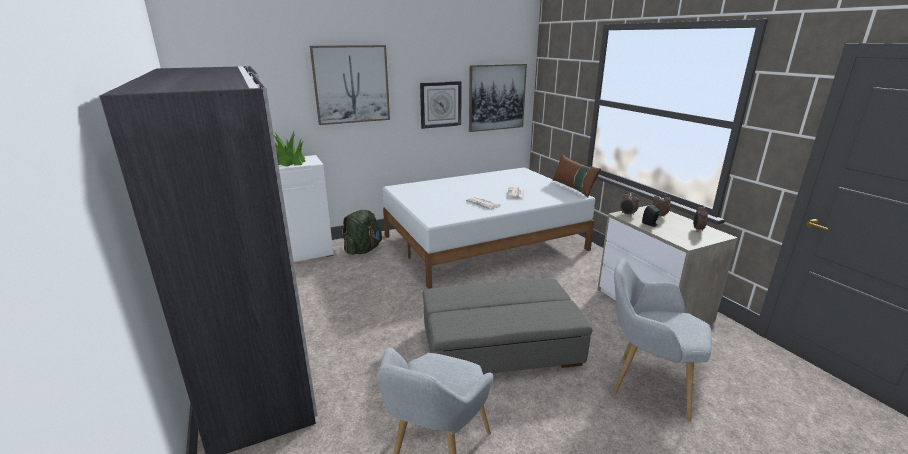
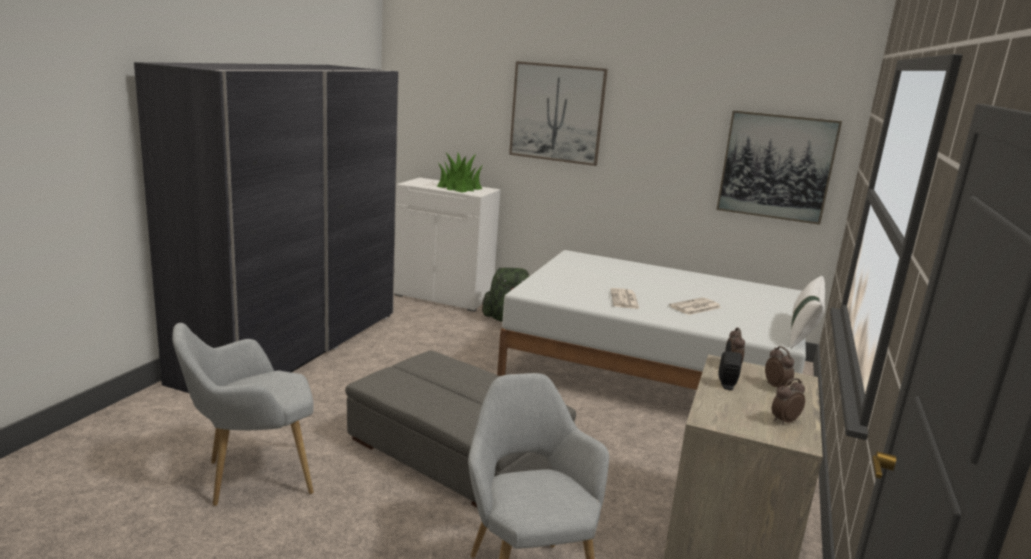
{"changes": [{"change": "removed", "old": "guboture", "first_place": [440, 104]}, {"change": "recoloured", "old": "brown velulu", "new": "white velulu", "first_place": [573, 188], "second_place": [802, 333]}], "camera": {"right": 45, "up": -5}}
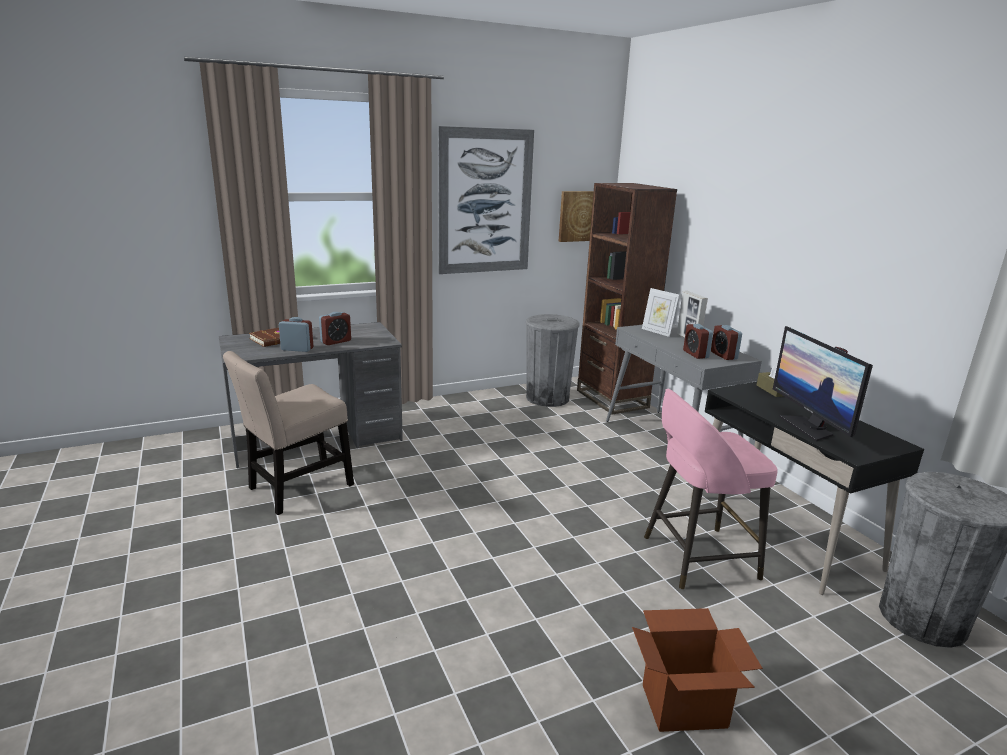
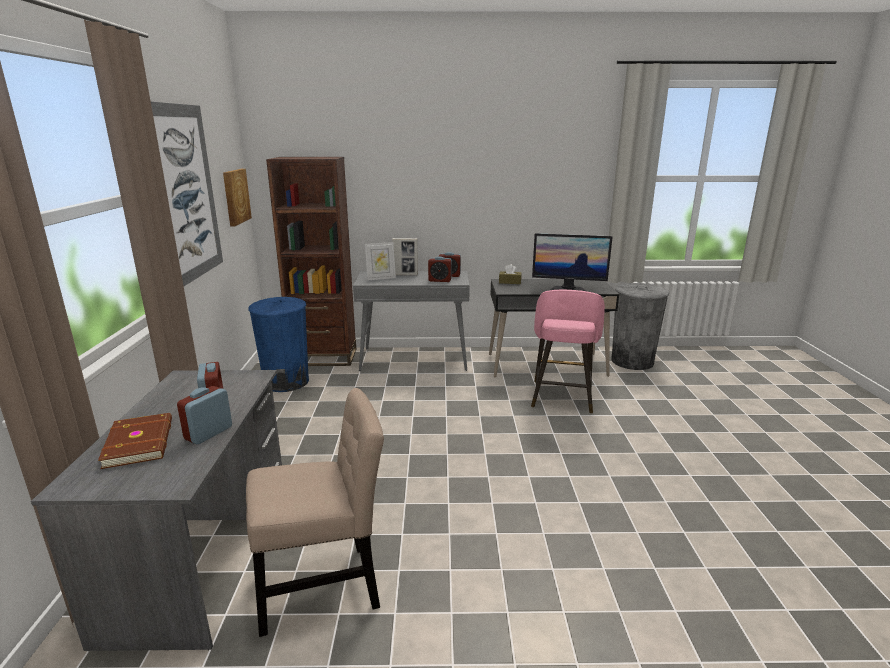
{"changes": [{"change": "recoloured", "old": "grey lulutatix", "new": "blue lulutatix", "first_place": [547, 398], "second_place": [286, 382]}, {"change": "turned", "old": "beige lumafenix", "first_place": [296, 489], "second_place": [324, 587], "degrees": -90}, {"change": "removed", "old": "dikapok", "first_place": [684, 706]}], "camera": {"right": -65, "up": 0}}
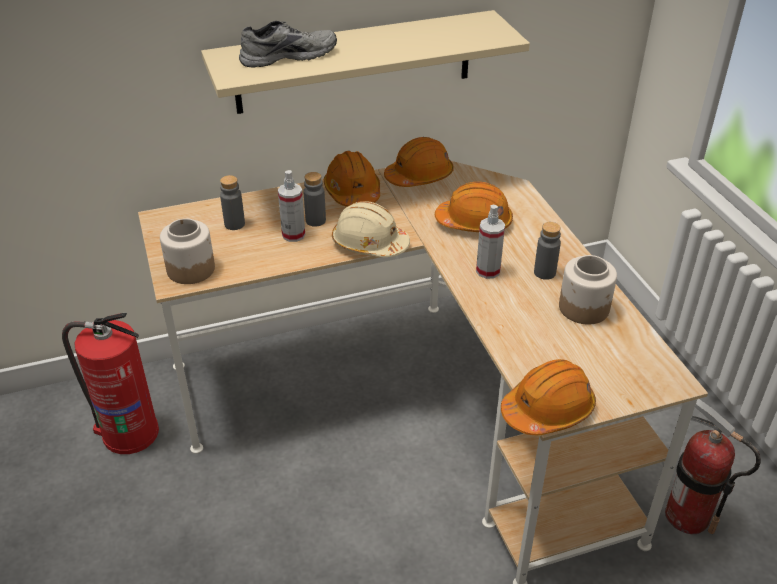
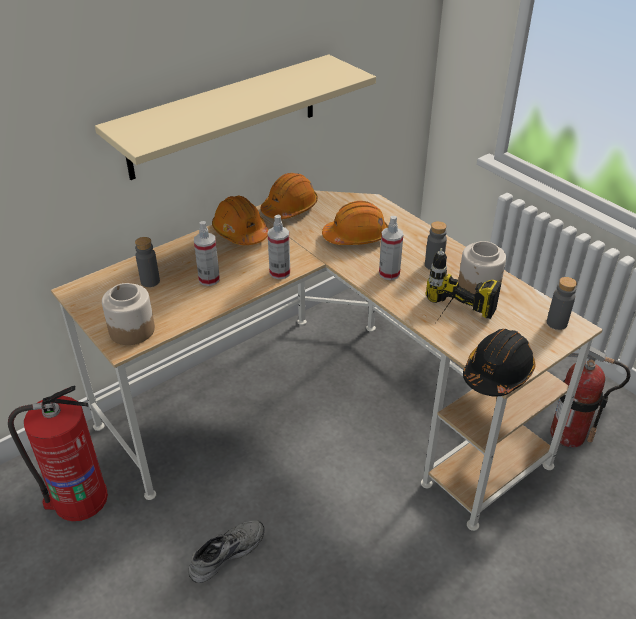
{"changes": [{"change": "moved", "old": "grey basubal", "first_place": [288, 55], "second_place": [226, 552]}, {"change": "moved", "old": "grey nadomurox", "first_place": [315, 220], "second_place": [556, 323]}, {"change": "replaced", "old": "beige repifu", "new": "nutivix", "first_place": [369, 244], "second_place": [280, 273]}, {"change": "recoloured", "old": "orange repifu", "new": "black repifu", "first_place": [548, 410], "second_place": [497, 373]}, {"change": "added", "new": "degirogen", "second_place": [449, 321]}], "camera": {"right": -20, "up": 0}}
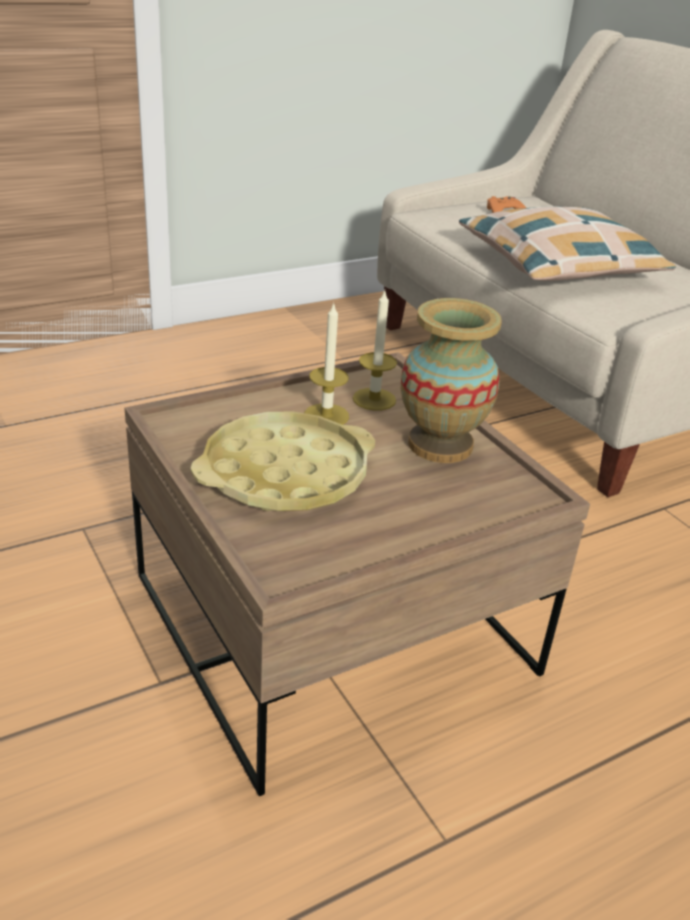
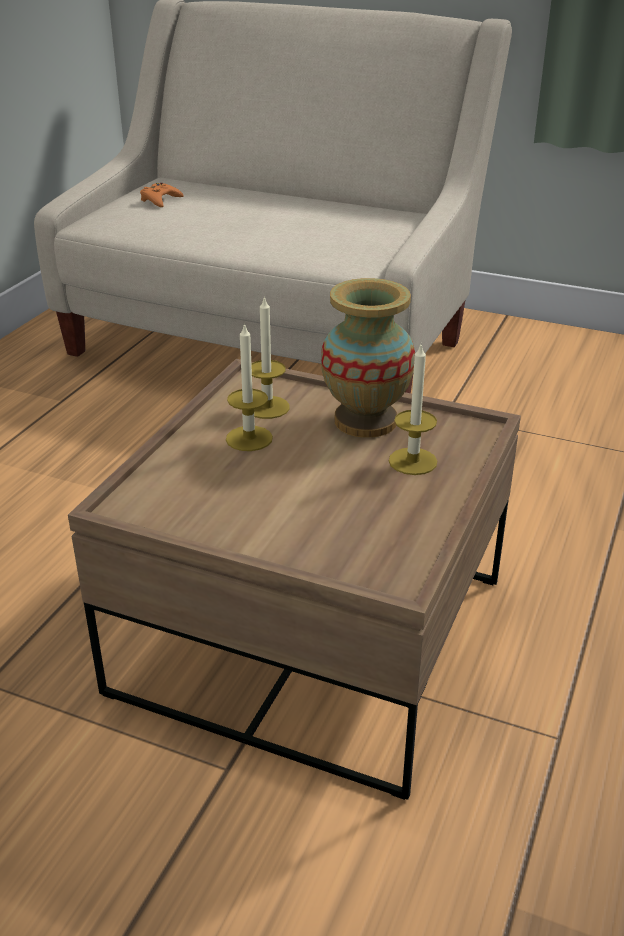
{"changes": [{"change": "removed", "old": "velulu", "first_place": [558, 265]}, {"change": "removed", "old": "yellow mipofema", "first_place": [285, 474]}, {"change": "added", "new": "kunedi", "second_place": [412, 461]}], "camera": {"right": -35, "up": 0}}
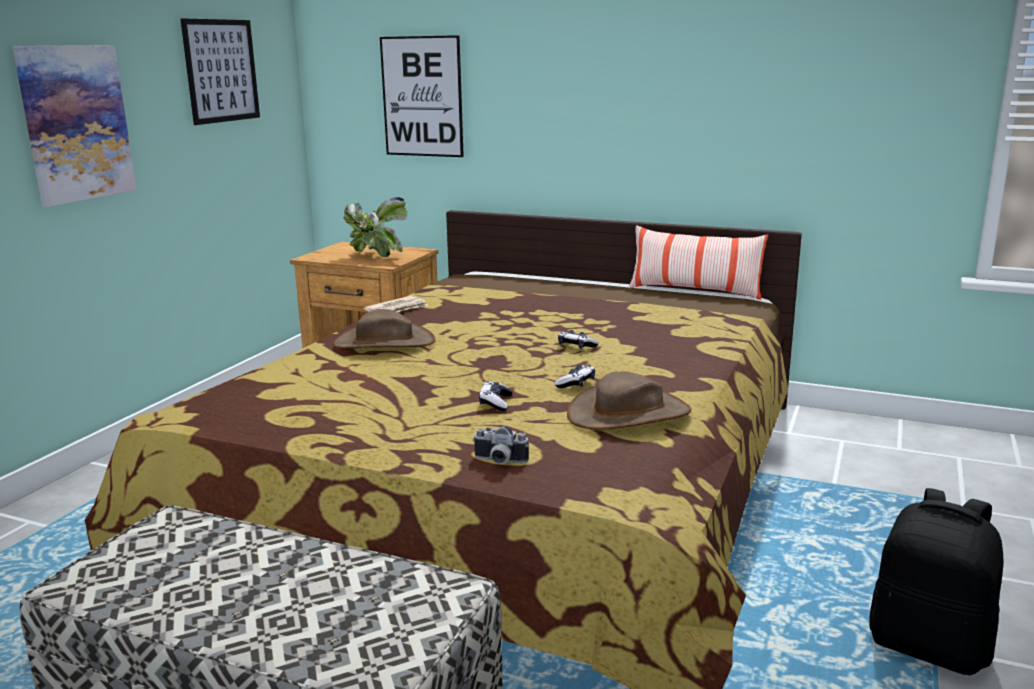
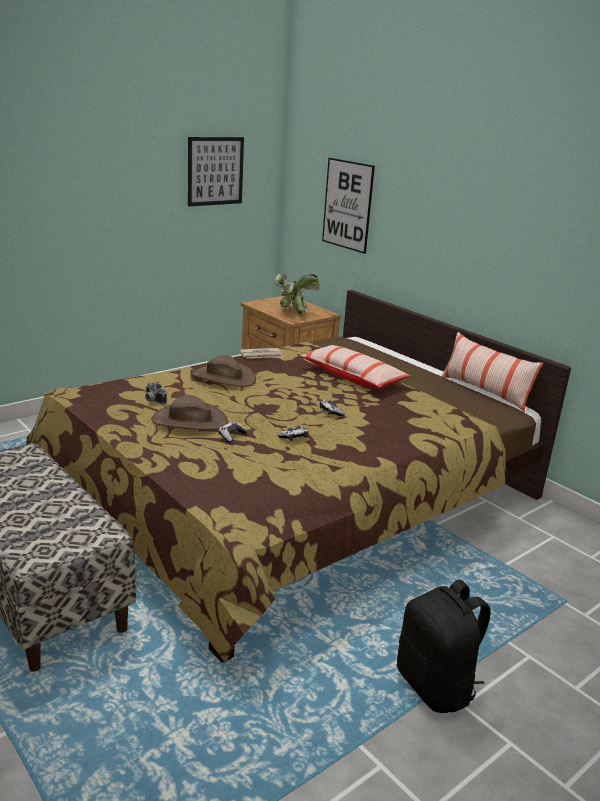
{"changes": [{"change": "removed", "old": "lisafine", "first_place": [75, 123]}, {"change": "moved", "old": "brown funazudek", "first_place": [629, 413], "second_place": [189, 421]}, {"change": "moved", "old": "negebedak", "first_place": [499, 461], "second_place": [152, 401]}, {"change": "added", "new": "velulu", "second_place": [353, 377]}], "camera": {"right": 25, "up": 5}}
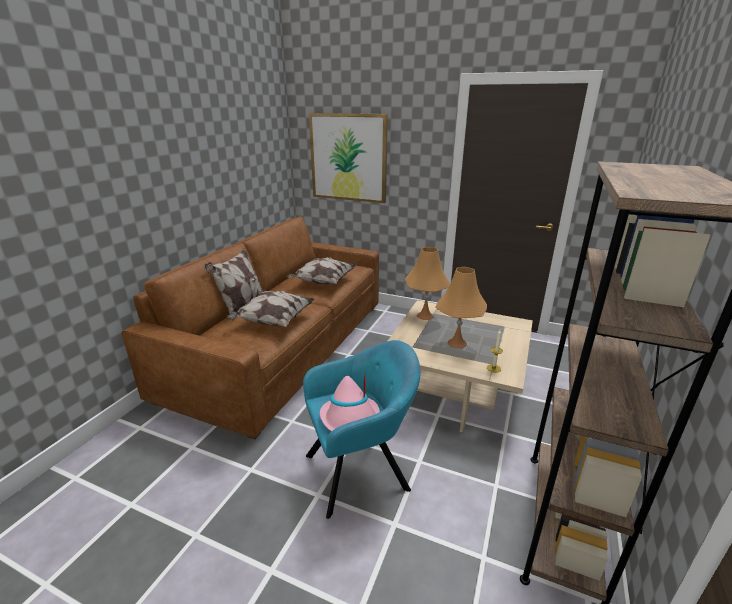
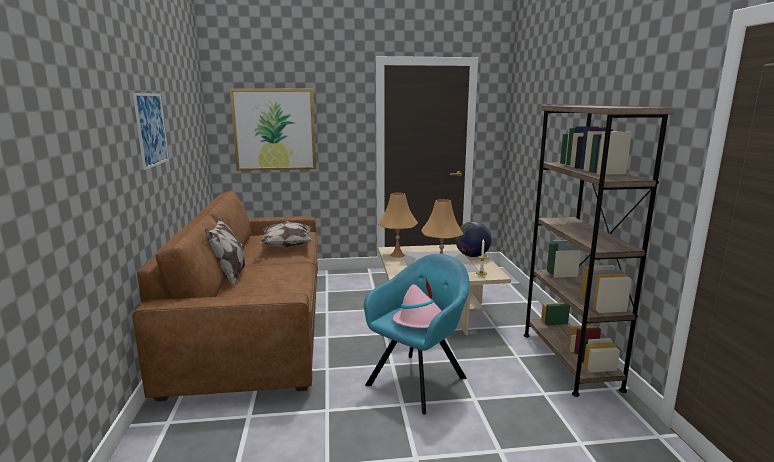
{"changes": [{"change": "removed", "old": "velulu", "first_place": [273, 321]}, {"change": "added", "new": "lisafine", "second_place": [151, 129]}, {"change": "added", "new": "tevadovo", "second_place": [472, 256]}], "camera": {"right": -30, "up": -10}}
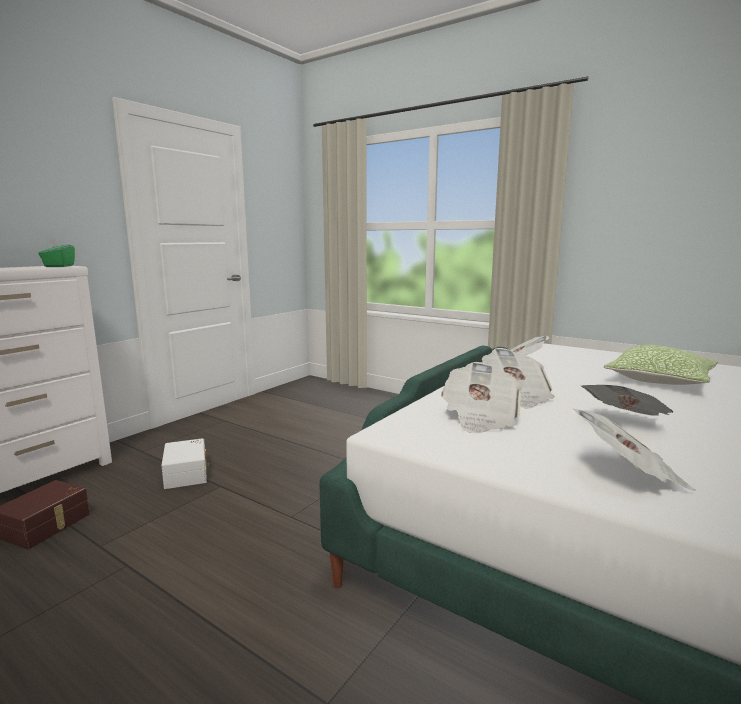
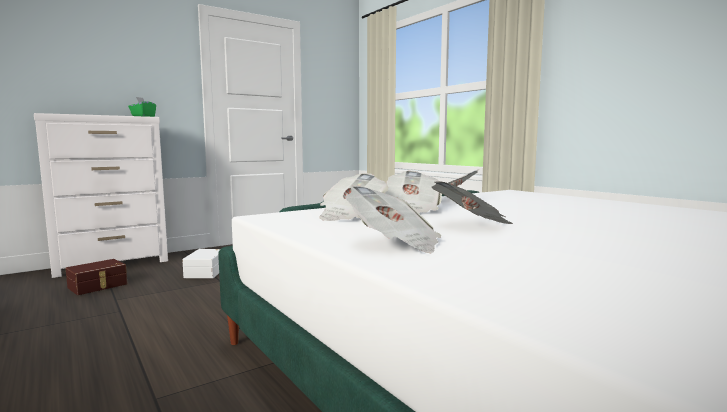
{"changes": [{"change": "removed", "old": "velulu", "first_place": [659, 380]}], "camera": {"right": 20, "up": -5}}
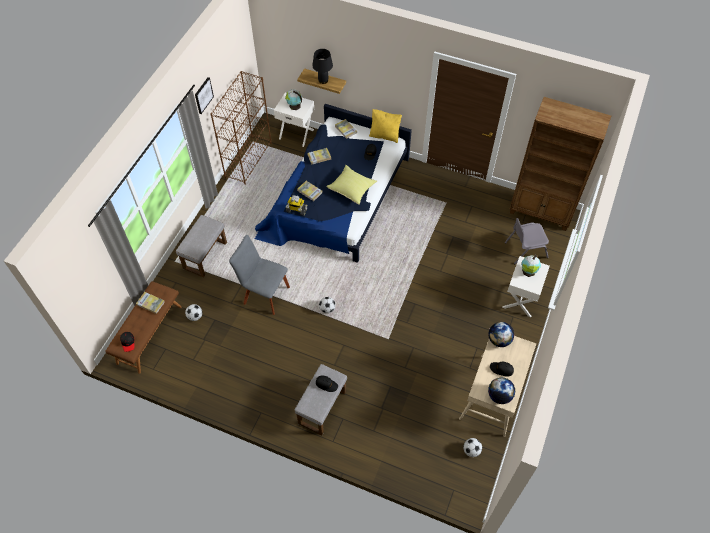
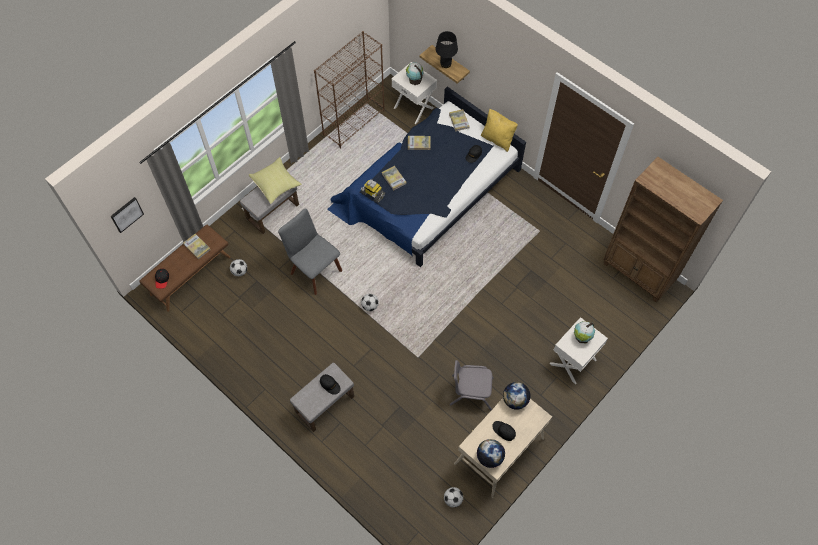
{"changes": [{"change": "moved", "old": "lisafine", "first_place": [203, 95], "second_place": [126, 214]}, {"change": "moved", "old": "yellow velulu", "first_place": [352, 189], "second_place": [276, 185]}, {"change": "moved", "old": "grey lumafenix", "first_place": [525, 249], "second_place": [471, 391]}], "camera": {"right": 20, "up": 5}}
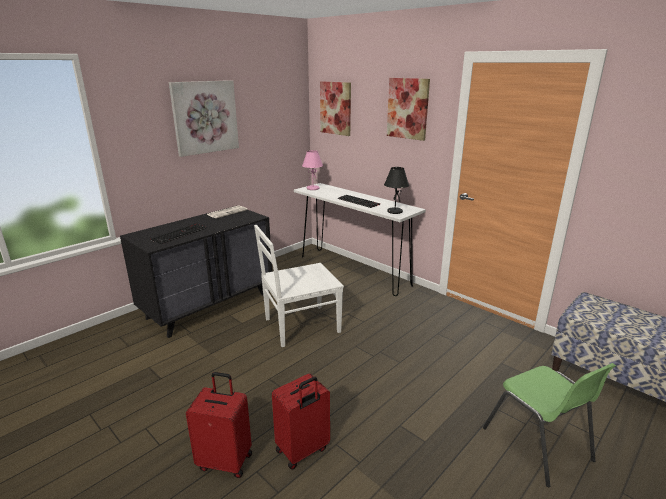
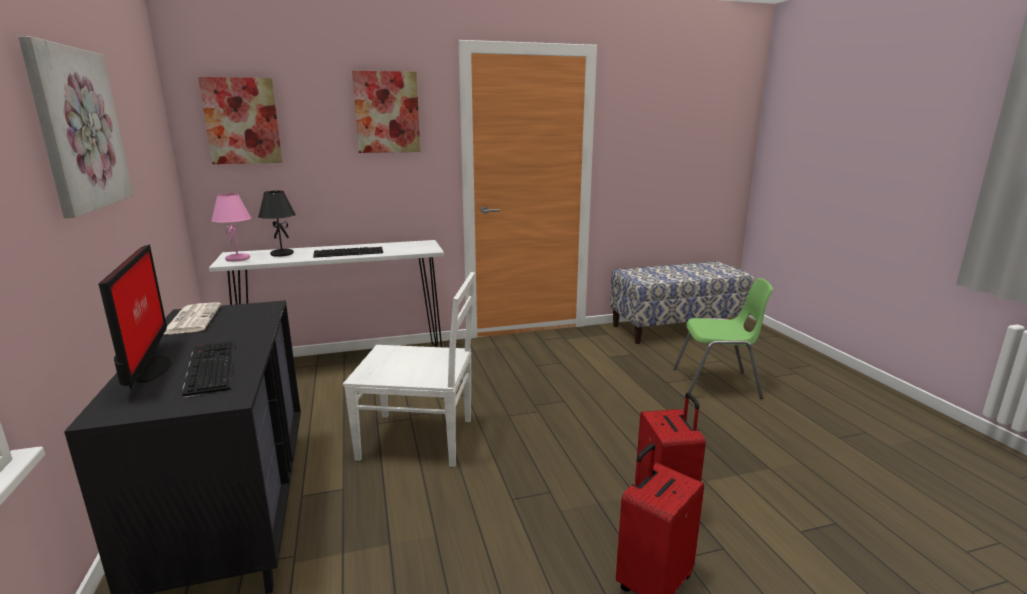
{"changes": [{"change": "moved", "old": "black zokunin", "first_place": [394, 211], "second_place": [281, 254]}, {"change": "turned", "old": "white lumafenix", "first_place": [300, 326], "second_place": [419, 439], "degrees": -90}, {"change": "added", "new": "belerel", "second_place": [146, 370]}], "camera": {"right": -60, "up": -5}}
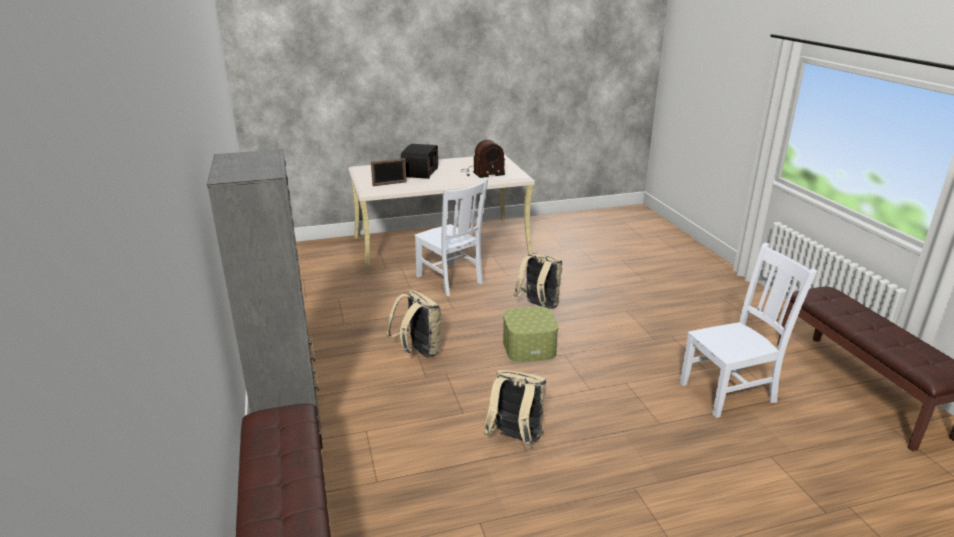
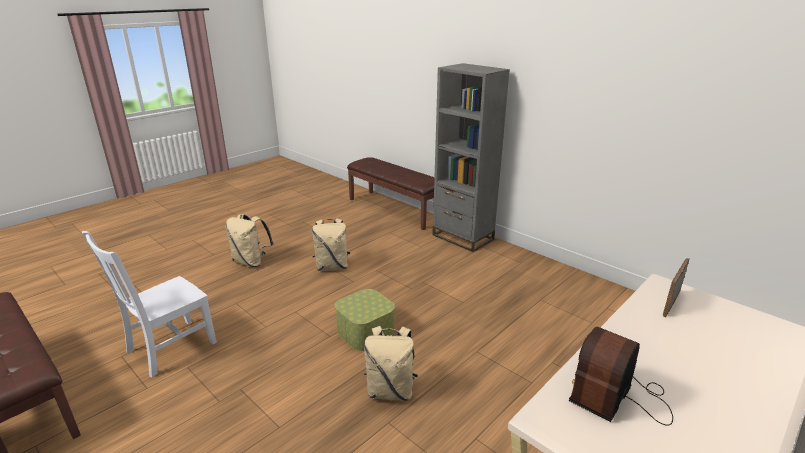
{"changes": [{"change": "removed", "old": "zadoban", "first_place": [419, 172]}, {"change": "removed", "old": "white lumafenix", "first_place": [450, 280]}, {"change": "moved", "old": "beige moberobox", "first_place": [418, 352], "second_place": [251, 262]}], "camera": {"right": 150, "up": 0}}
